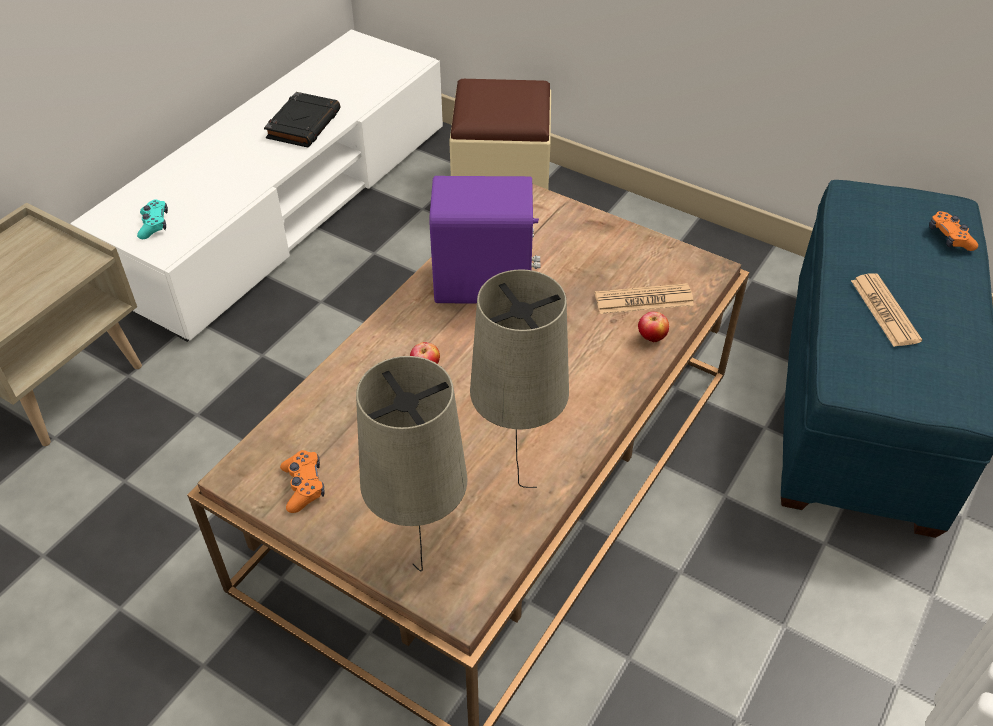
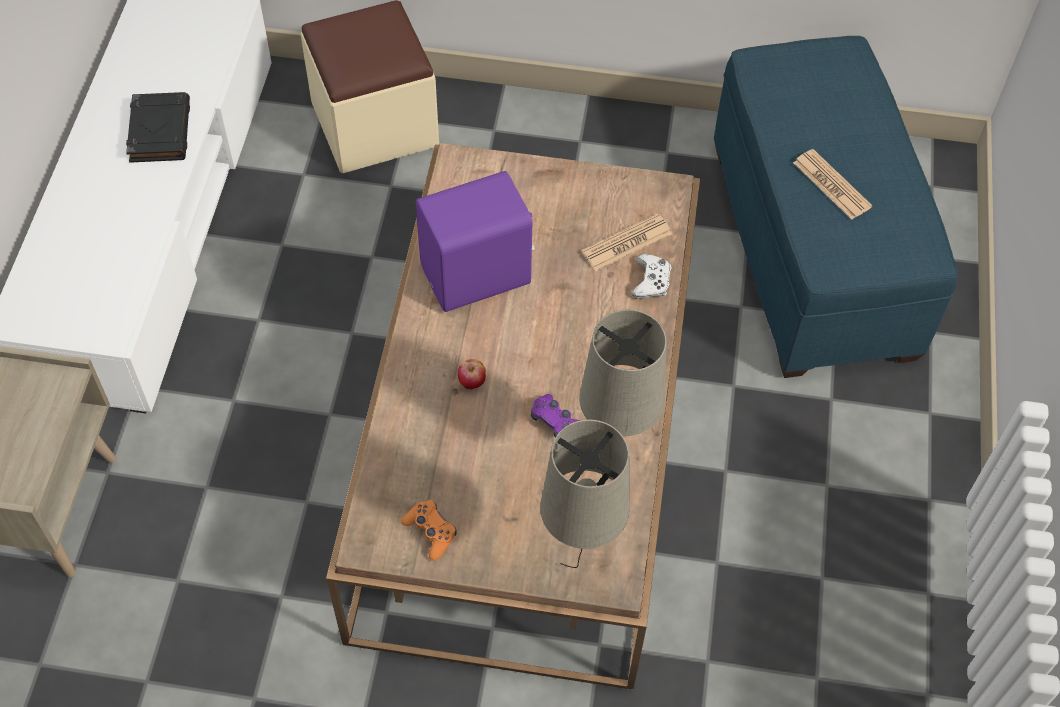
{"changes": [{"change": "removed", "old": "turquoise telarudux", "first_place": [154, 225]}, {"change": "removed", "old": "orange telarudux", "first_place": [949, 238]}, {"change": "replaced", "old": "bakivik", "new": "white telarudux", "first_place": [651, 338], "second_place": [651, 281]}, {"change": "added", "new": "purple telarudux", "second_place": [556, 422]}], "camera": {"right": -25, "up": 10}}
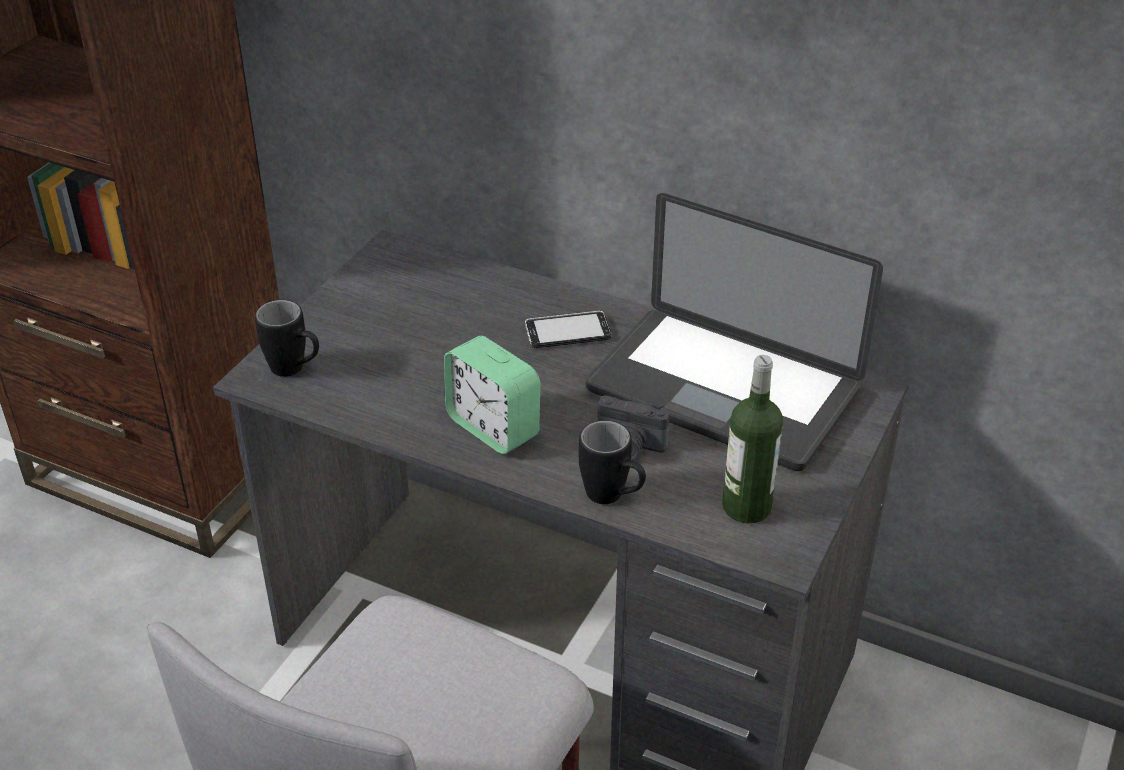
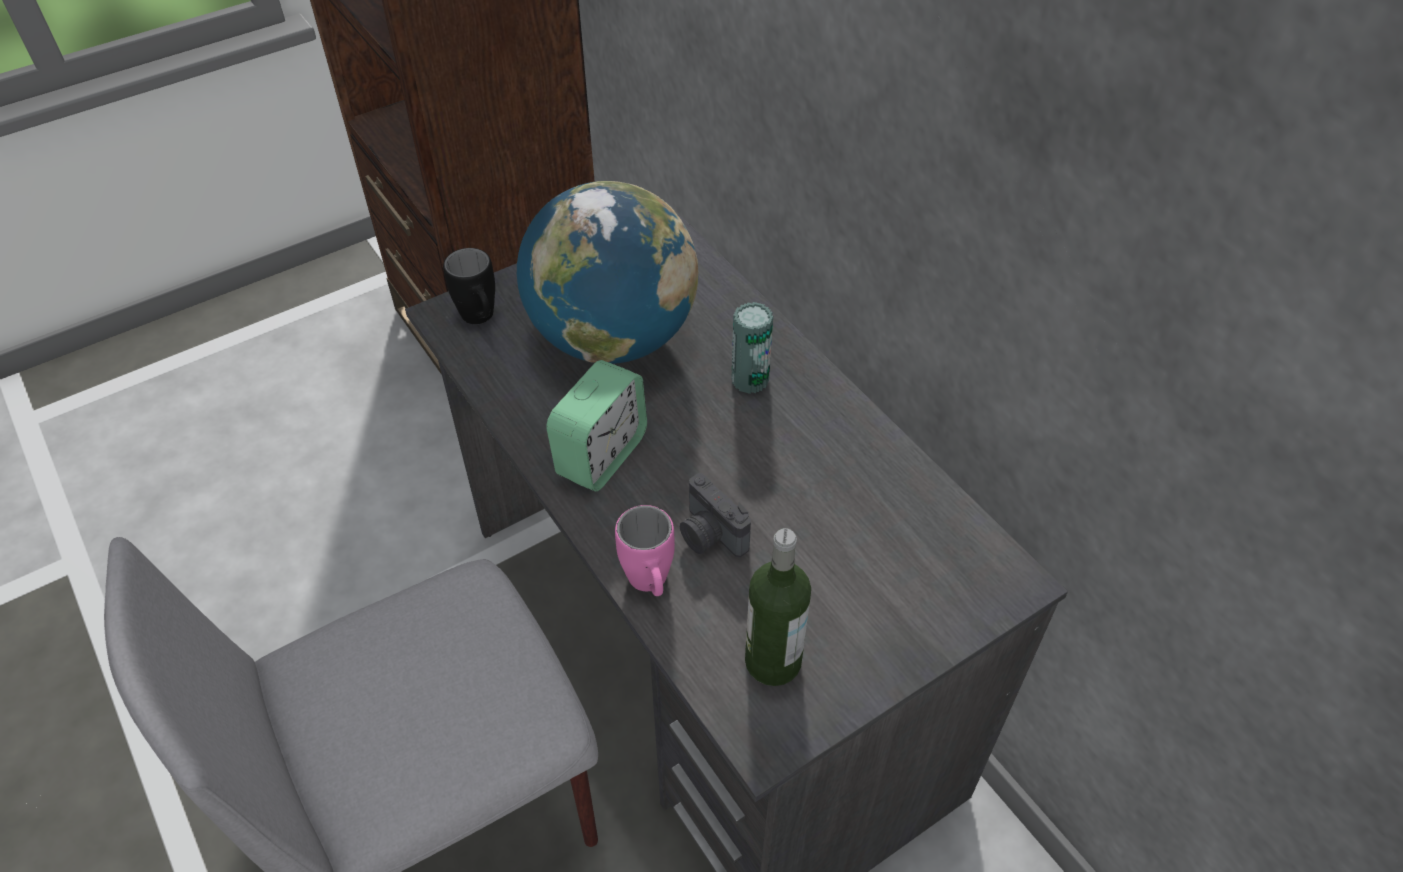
{"changes": [{"change": "removed", "old": "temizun", "first_place": [722, 391]}, {"change": "replaced", "old": "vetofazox", "new": "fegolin", "first_place": [567, 332], "second_place": [750, 379]}, {"change": "turned", "old": "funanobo", "first_place": [493, 427], "second_place": [601, 455], "degrees": -135}, {"change": "recoloured", "old": "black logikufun", "new": "pink logikufun", "first_place": [613, 498], "second_place": [650, 586]}, {"change": "added", "new": "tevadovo", "second_place": [613, 338]}], "camera": {"right": 30, "up": 10}}
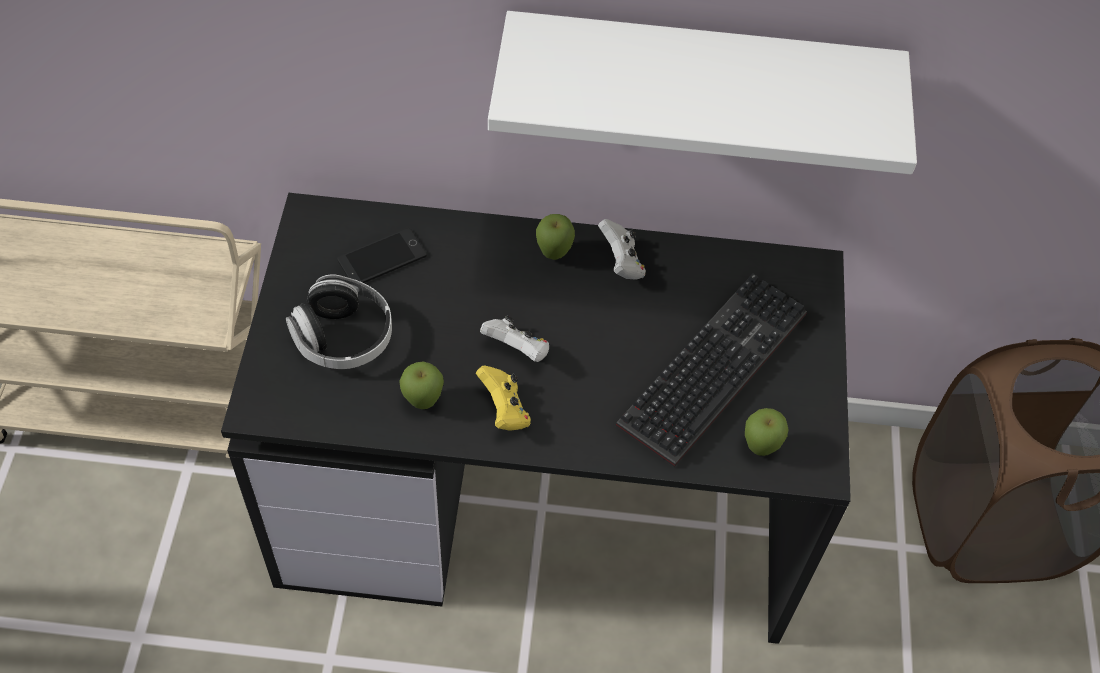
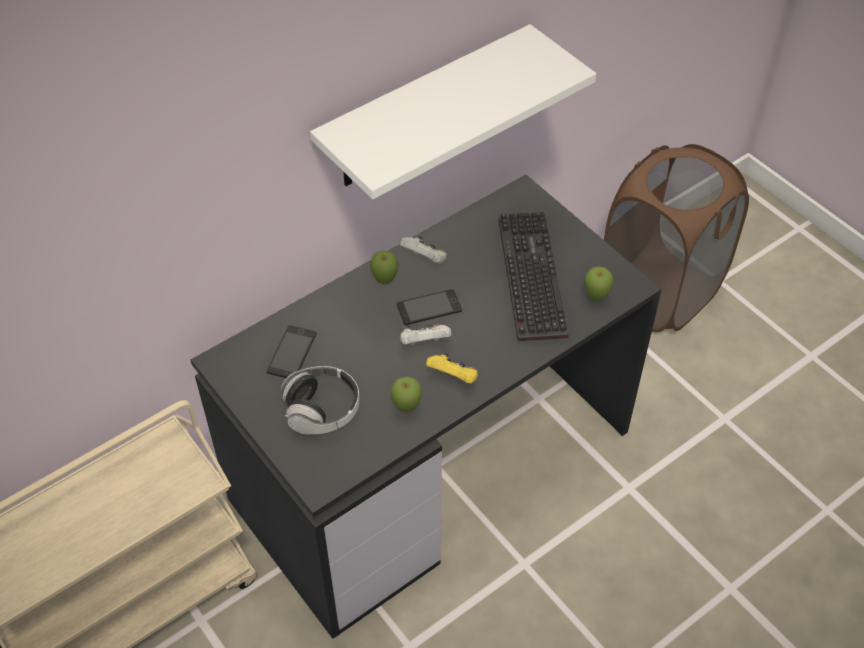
{"changes": [{"change": "added", "new": "vetofazox", "second_place": [429, 308]}], "camera": {"right": -40, "up": -5}}
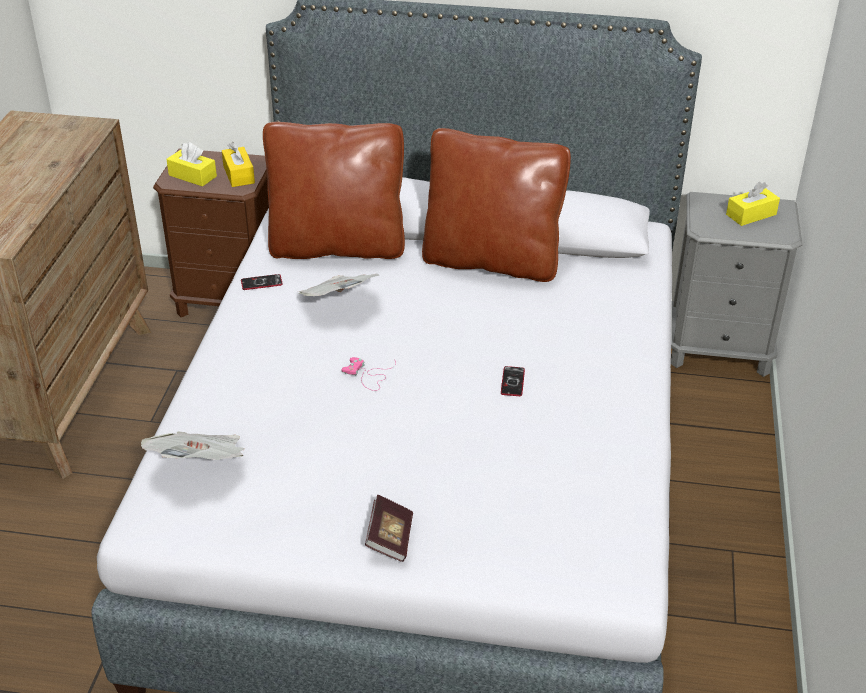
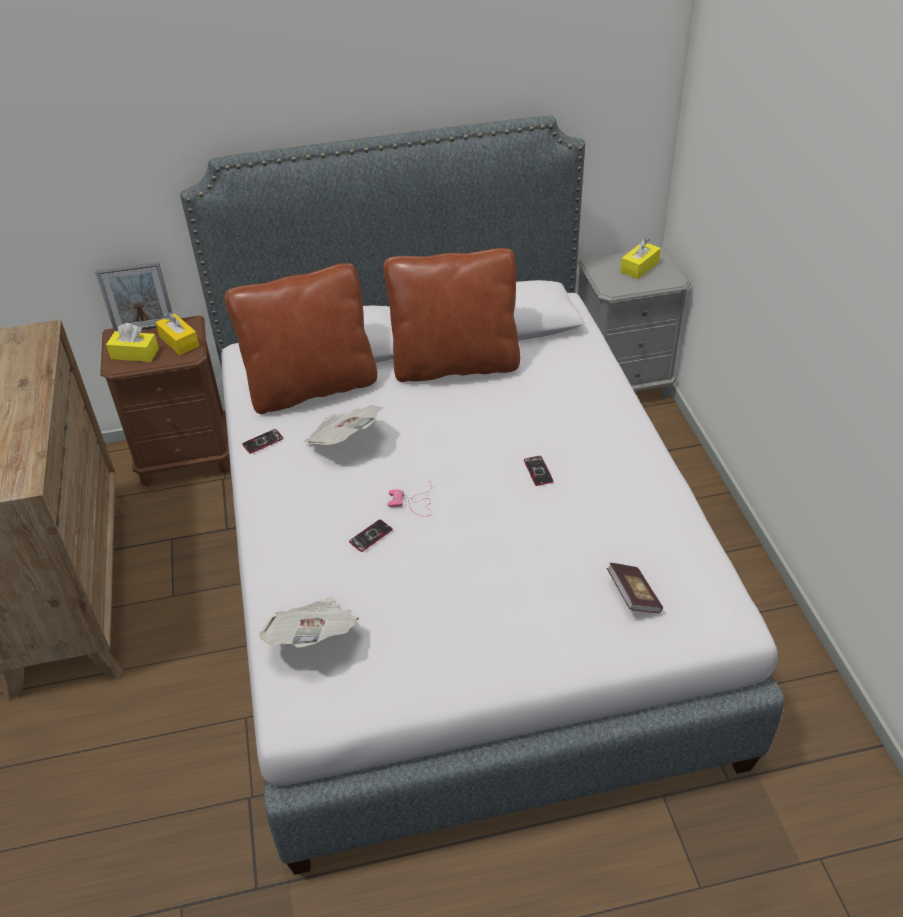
{"changes": [{"change": "moved", "old": "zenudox", "first_place": [390, 538], "second_place": [633, 596]}, {"change": "added", "new": "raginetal", "second_place": [145, 328]}, {"change": "added", "new": "vetofazox", "second_place": [371, 536]}], "camera": {"right": -20, "up": 5}}
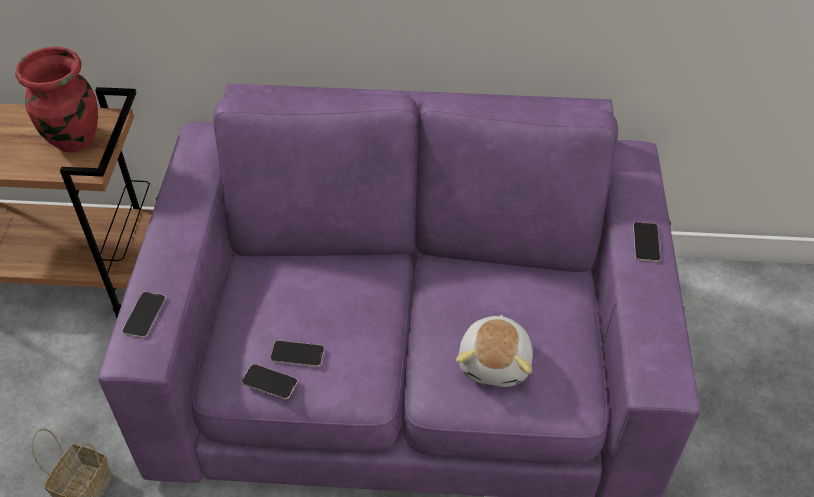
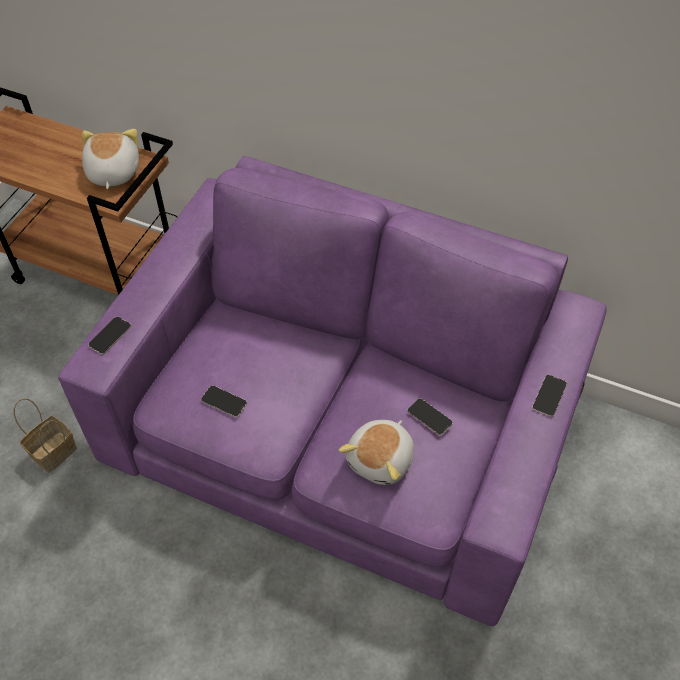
{"changes": [{"change": "replaced", "old": "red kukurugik", "new": "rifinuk", "first_place": [74, 140], "second_place": [112, 173]}, {"change": "moved", "old": "vetofazox", "first_place": [269, 382], "second_place": [429, 417]}], "camera": {"right": 20, "up": 5}}
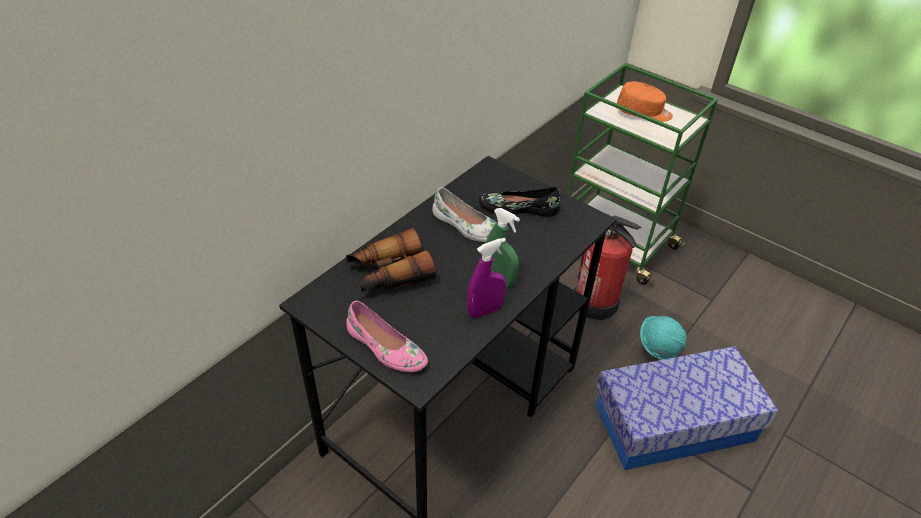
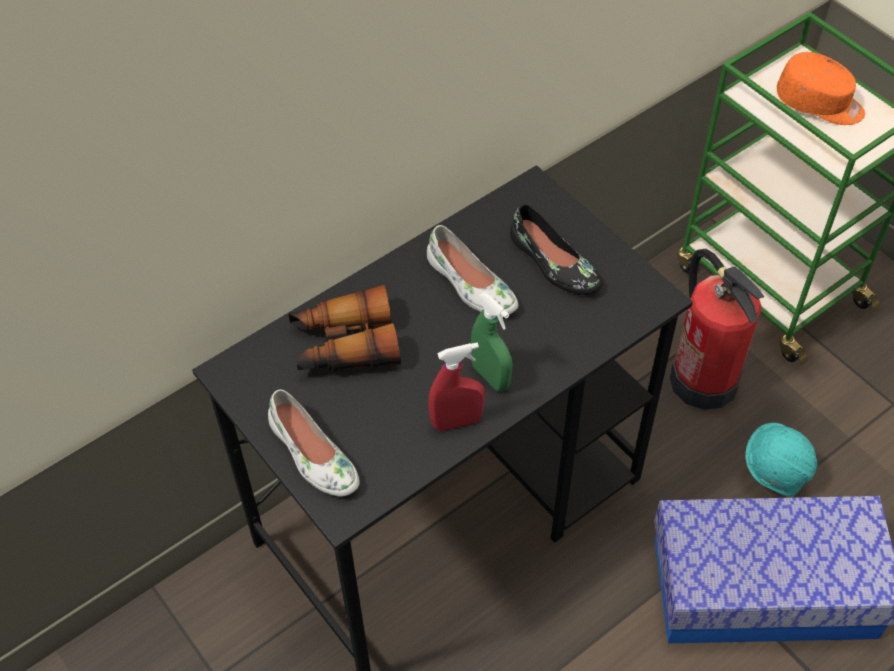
{"changes": [{"change": "turned", "old": "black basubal", "first_place": [518, 208], "second_place": [553, 264], "degrees": -150}, {"change": "recoloured", "old": "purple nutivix", "new": "red nutivix", "first_place": [485, 311], "second_place": [456, 422]}, {"change": "recoloured", "old": "pink basubal", "new": "white basubal", "first_place": [385, 348], "second_place": [312, 455]}], "camera": {"right": 15, "up": 10}}
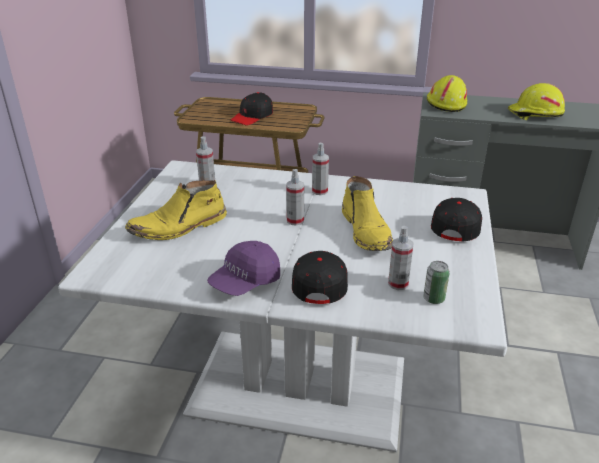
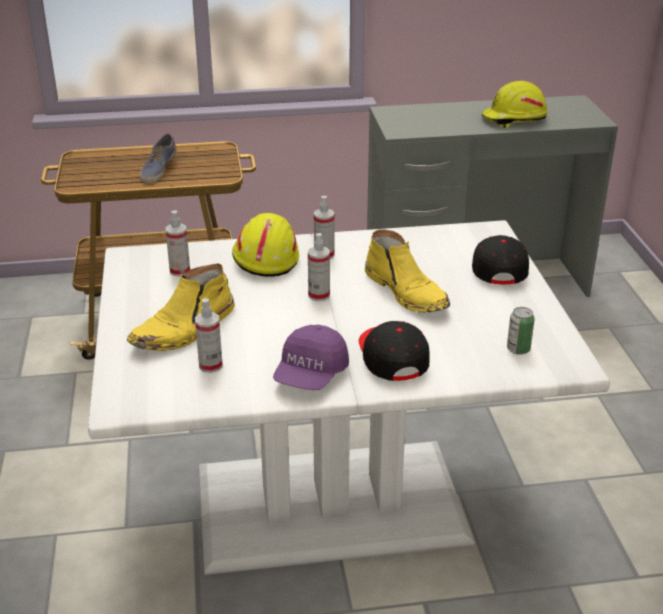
{"changes": [{"change": "moved", "old": "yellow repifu", "first_place": [446, 104], "second_place": [265, 258]}, {"change": "replaced", "old": "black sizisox", "new": "basubal", "first_place": [252, 116], "second_place": [158, 170]}, {"change": "moved", "old": "nutivix", "first_place": [398, 283], "second_place": [210, 365]}], "camera": {"right": -20, "up": 0}}
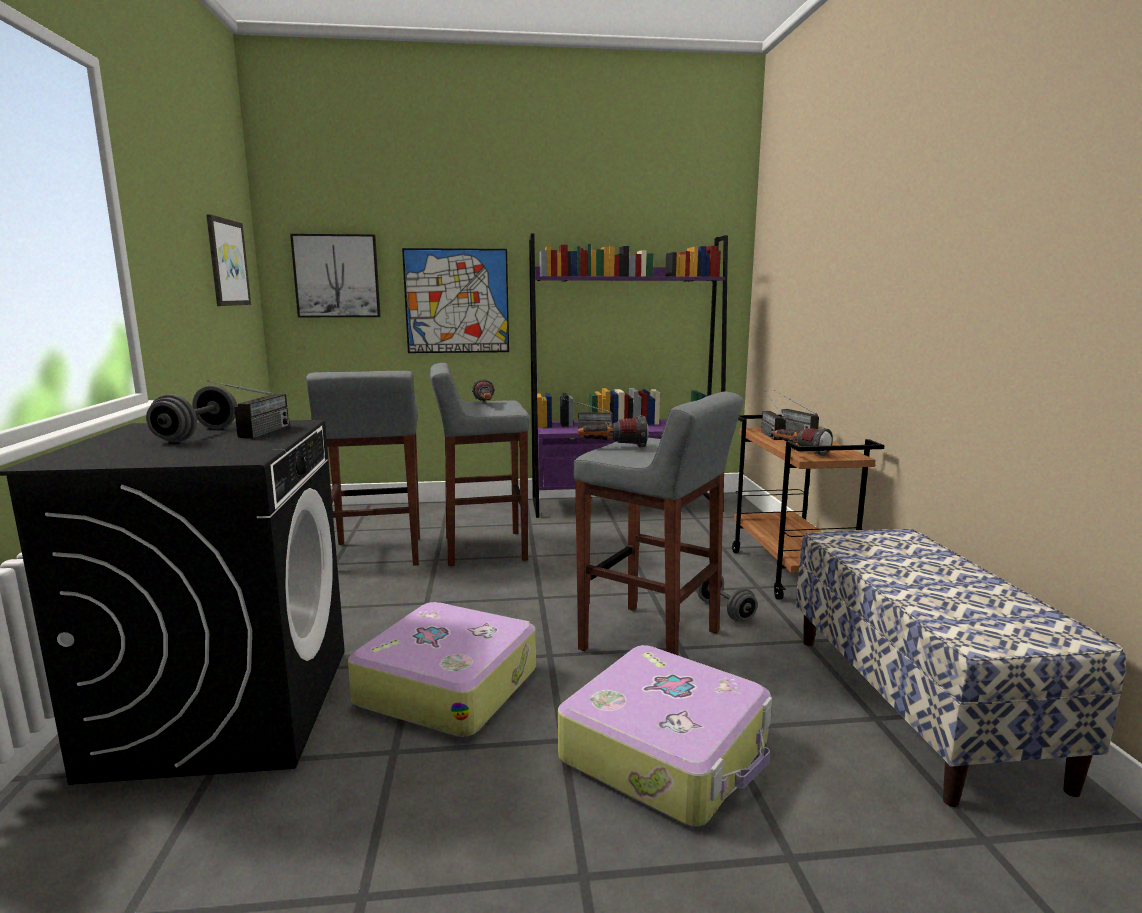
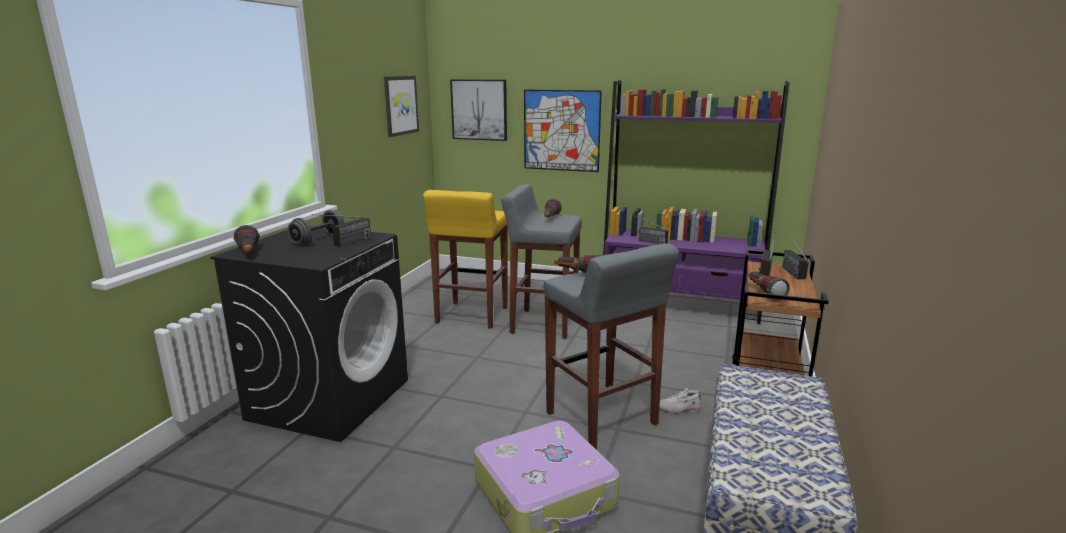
{"changes": [{"change": "recoloured", "old": "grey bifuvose", "new": "yellow bifuvose", "first_place": [376, 555], "second_place": [471, 316]}, {"change": "replaced", "old": "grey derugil", "new": "white basubal", "first_place": [724, 610], "second_place": [678, 409]}, {"change": "removed", "old": "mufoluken", "first_place": [448, 685]}, {"change": "added", "new": "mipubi", "second_place": [248, 254]}], "camera": {"right": 25, "up": 5}}
